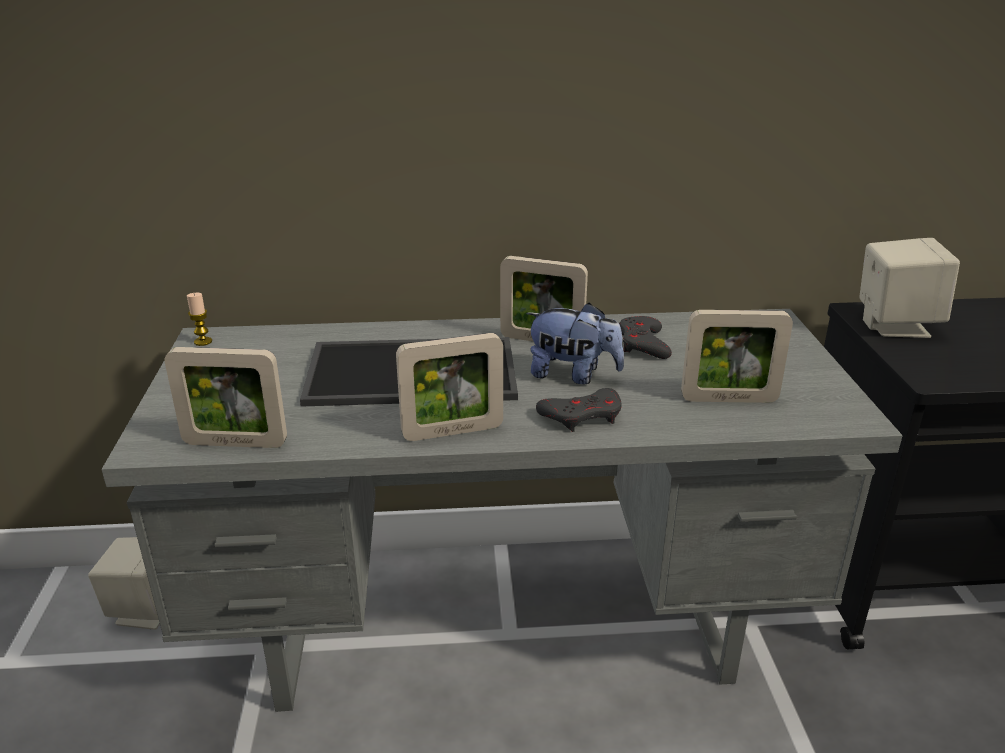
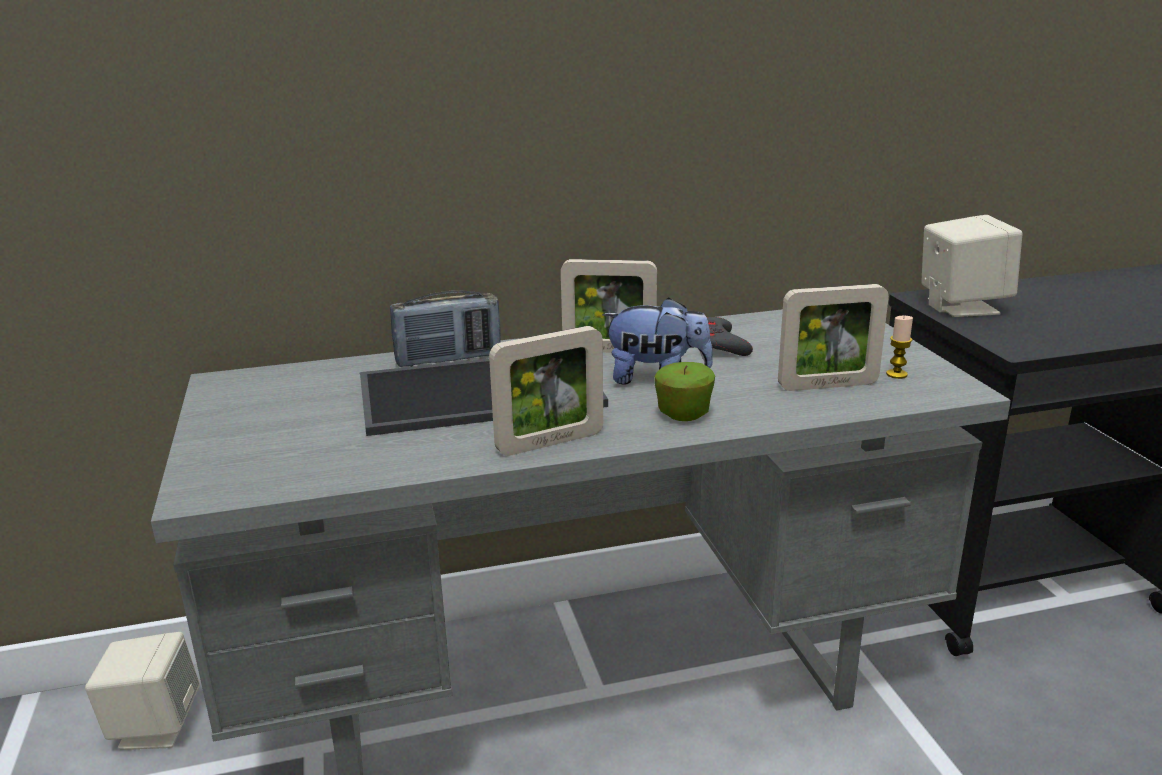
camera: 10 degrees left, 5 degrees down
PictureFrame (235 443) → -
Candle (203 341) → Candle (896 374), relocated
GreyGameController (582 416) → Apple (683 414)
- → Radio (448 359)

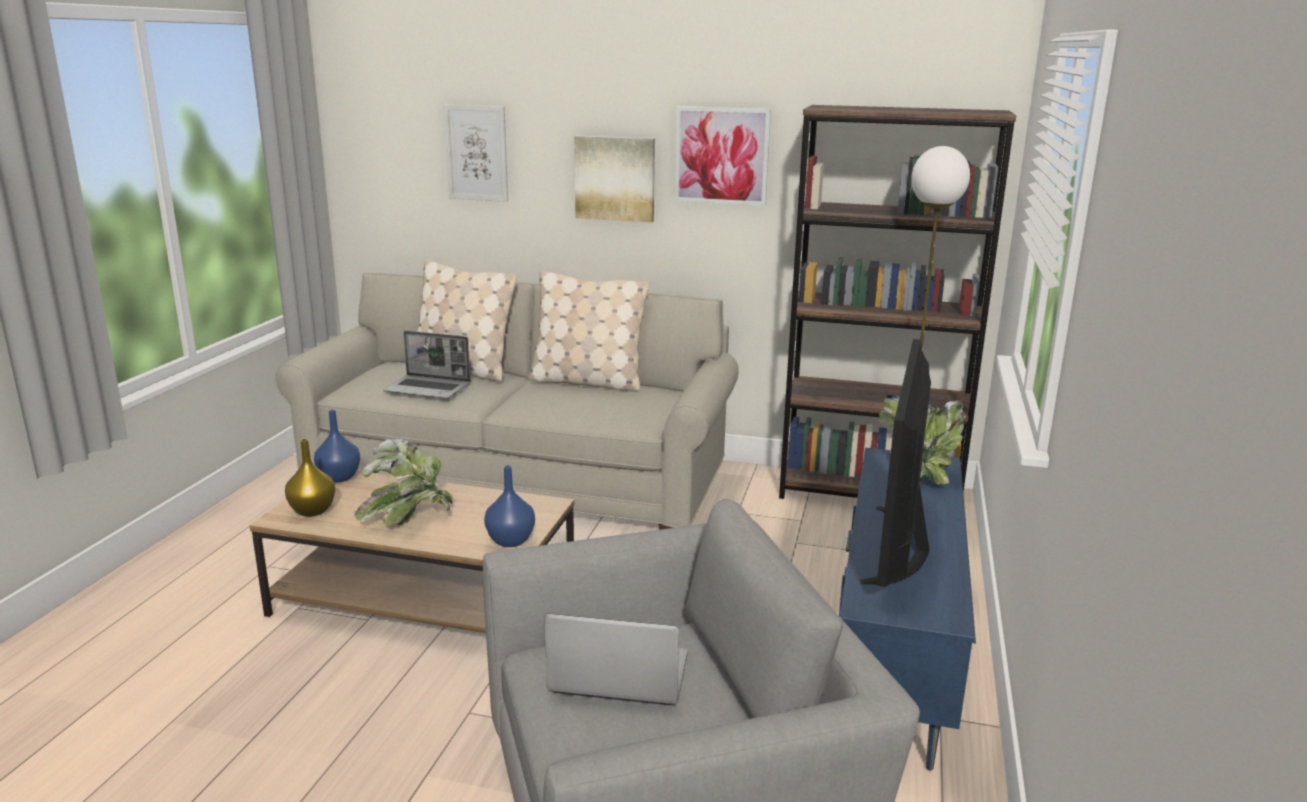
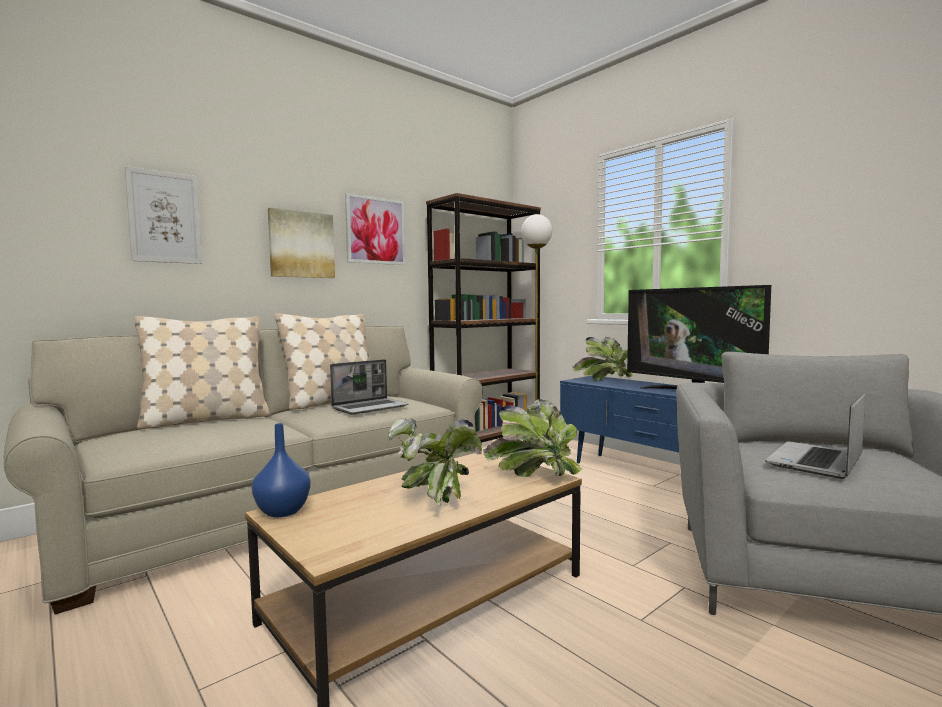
camera: 55 degrees left, 15 degrees down
YellowVase (313 510) → -
Laptop (429 389) → Laptop (370 407), relocated
BlueVase (509 541) → PottedPlant (533 475)

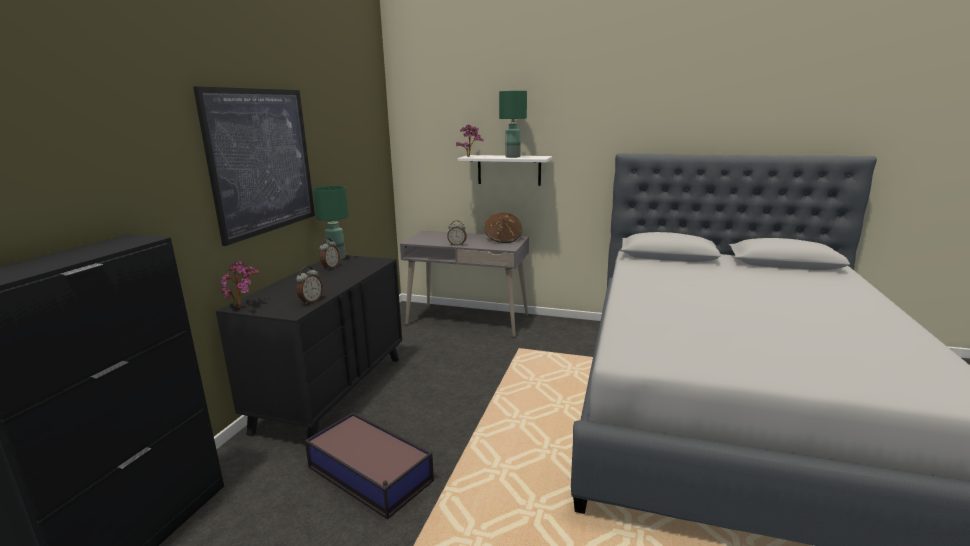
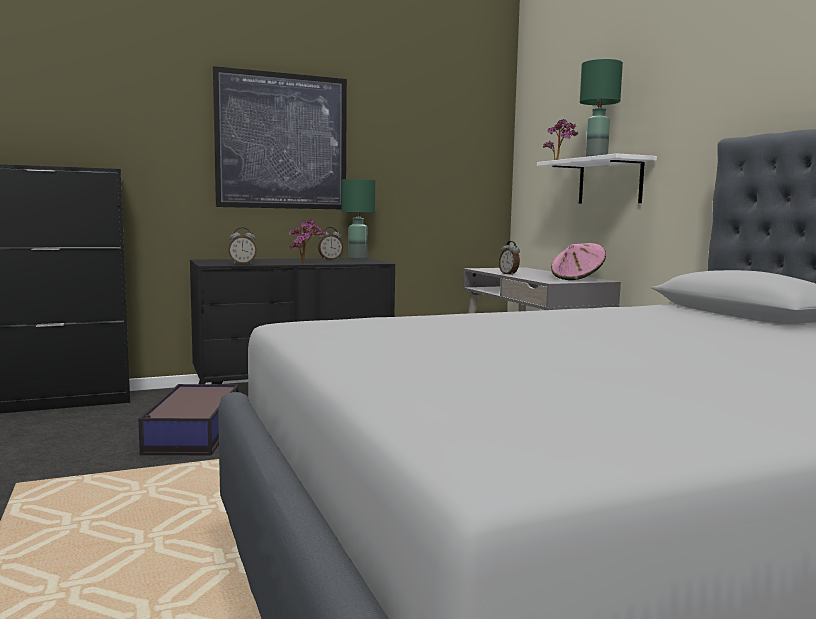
camera: 50 degrees right, 10 degrees down
PottedPlant (243 307) → PottedPlant (306 263), relocated
BrownHat (503 239) → PinkHat (577 278)

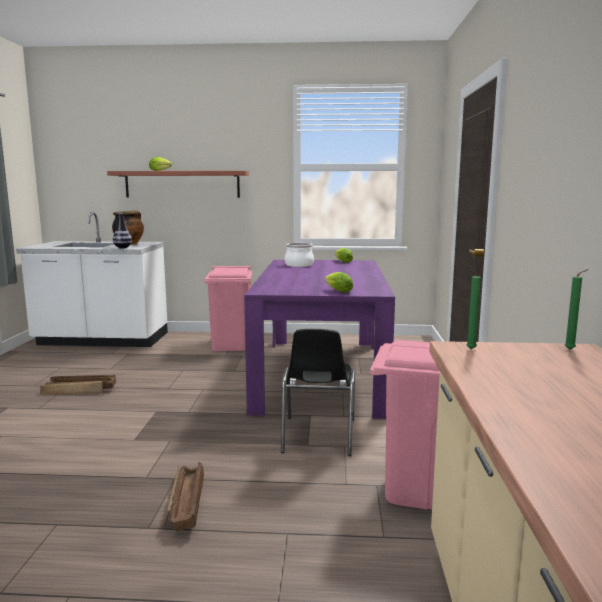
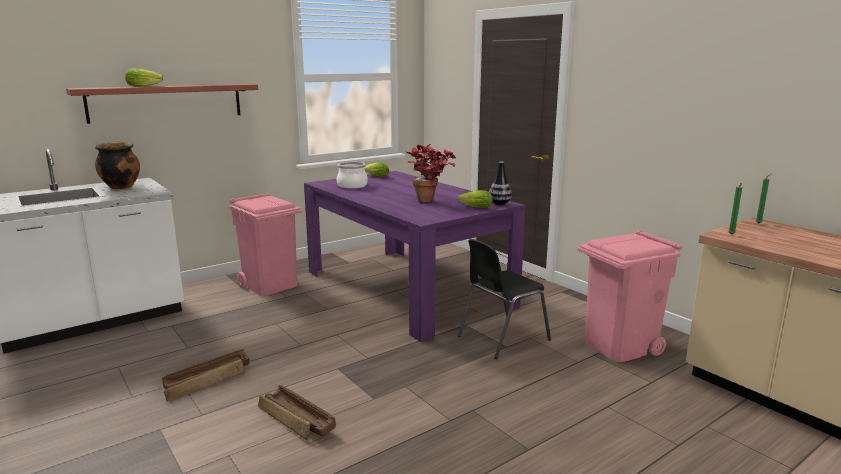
camera: 40 degrees left, 5 degrees up
Vase (123 248) → Vase (499 204), relocated
Crate (185 504) → Crate (296 420), relocated
BlackChair (317 436) → BlackChair (501 338), 90 degrees clockwise
- → PottedPlant (430 202)

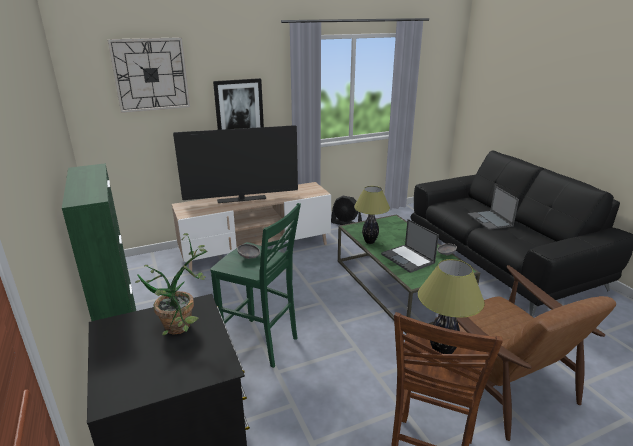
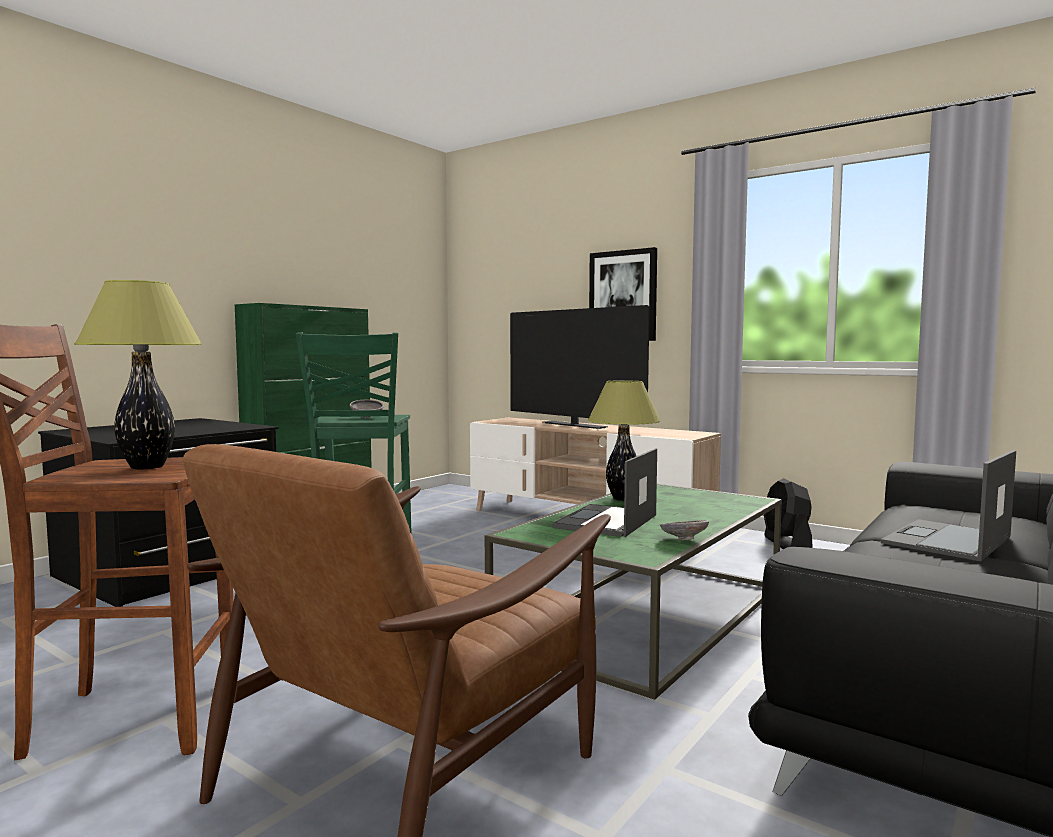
camera: 60 degrees right, 20 degrees down
WallClock (151 75) → -
PottedPlant (184 327) → -

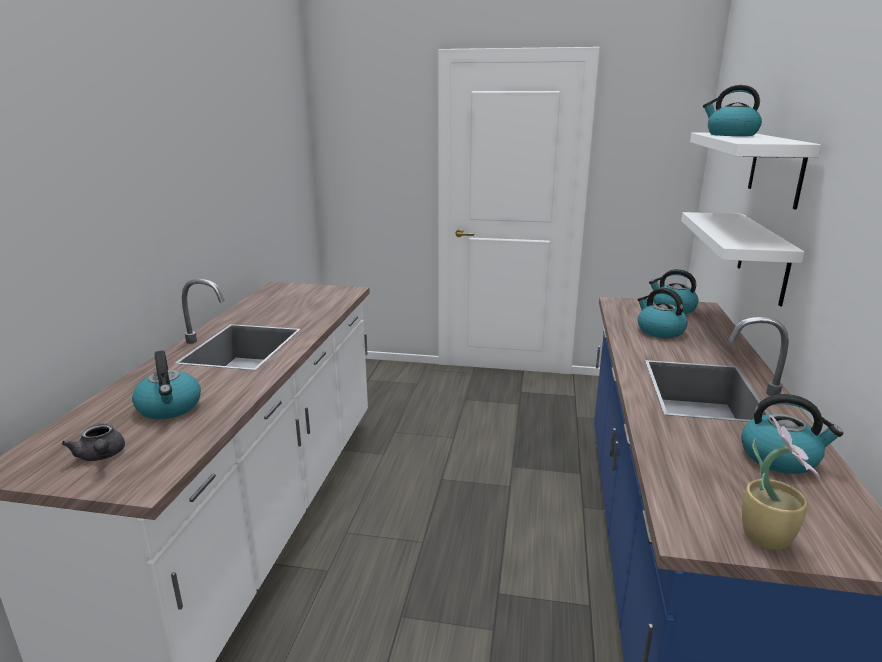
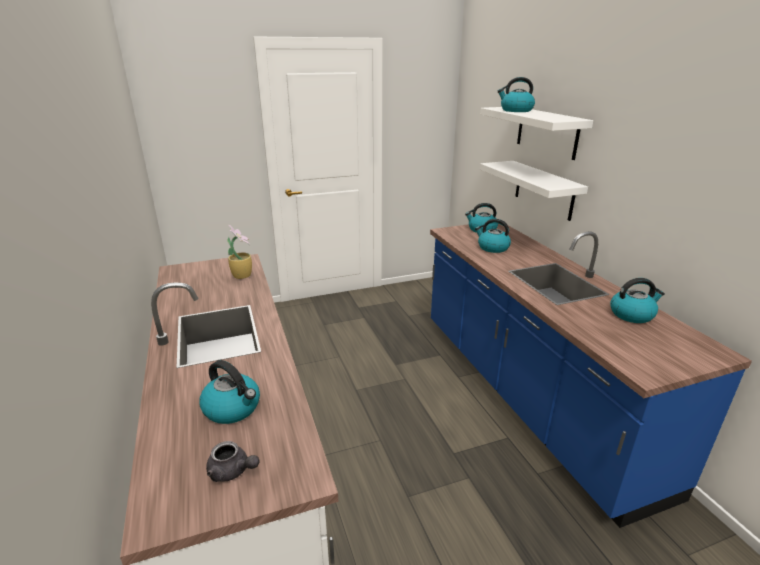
camera: 30 degrees left, 5 degrees up
PottedPlant (766 535) → PottedPlant (242 275), relocated

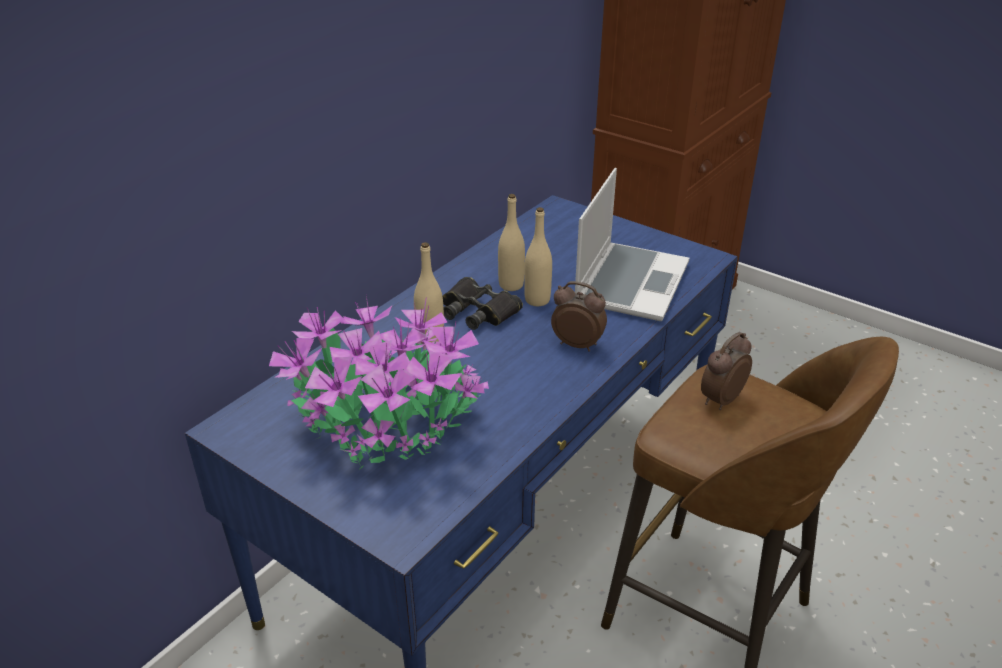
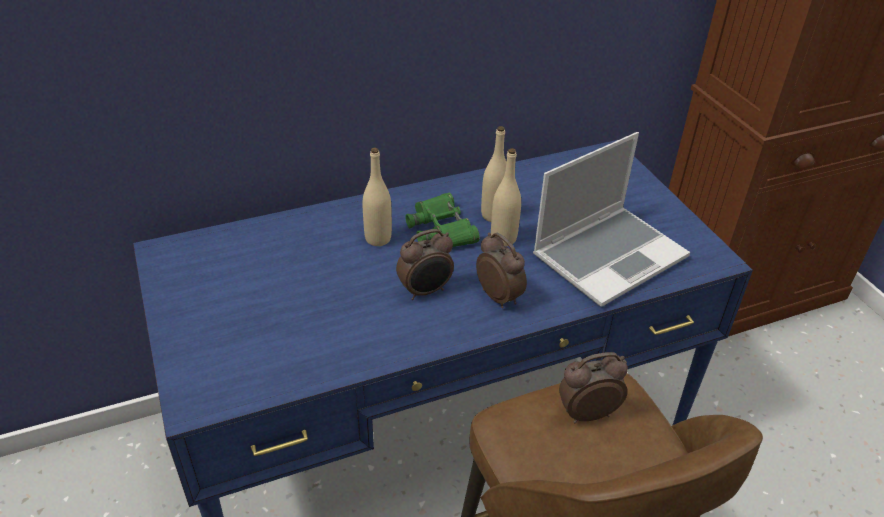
camera: 30 degrees right, 5 degrees up
PottedPlant (388 426) → -
BlackBinoculars (478 311) → GreenBinoculars (441 229)
- → AlarmClock (425 291)

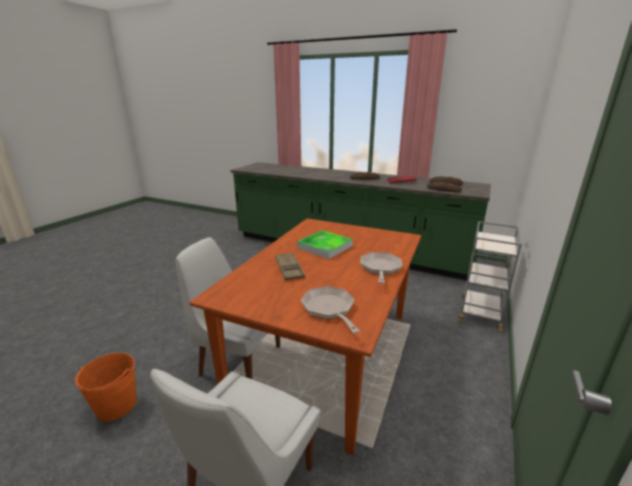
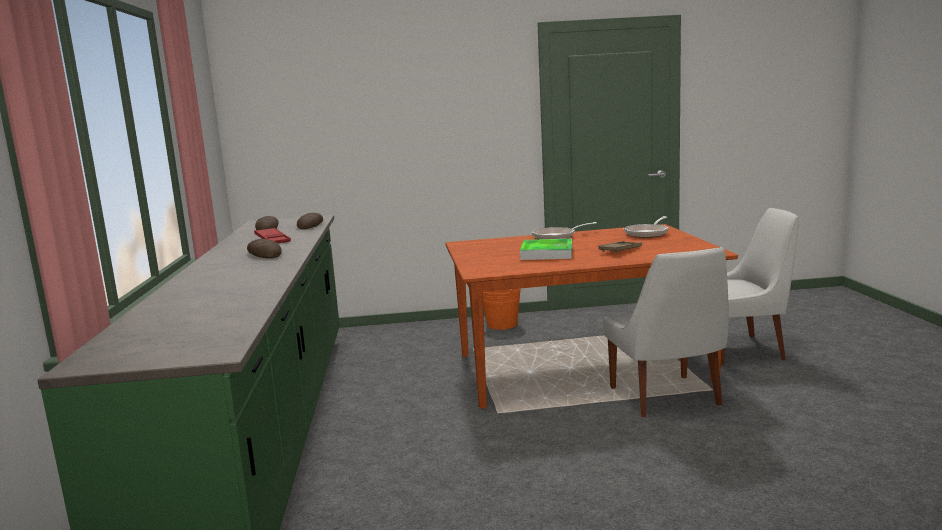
camera: 120 degrees left, 10 degrees down
OrangeBucket (116 406) → OrangeBucket (502 324), relocated
GreyCart (480 313) → -

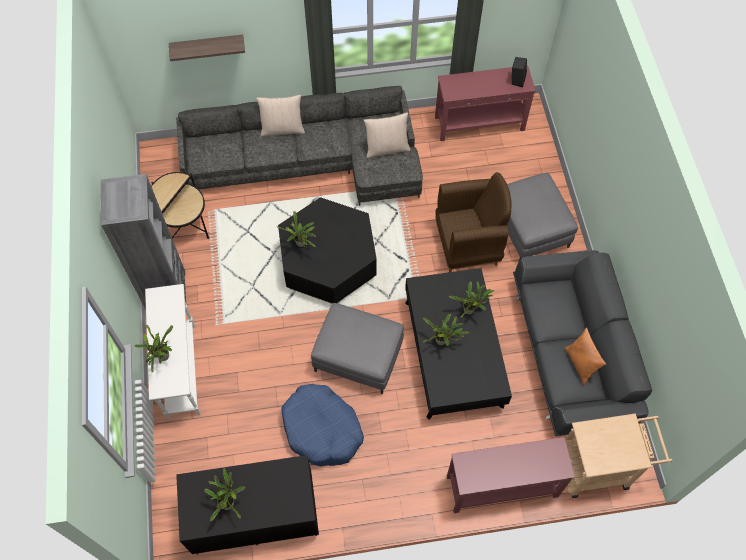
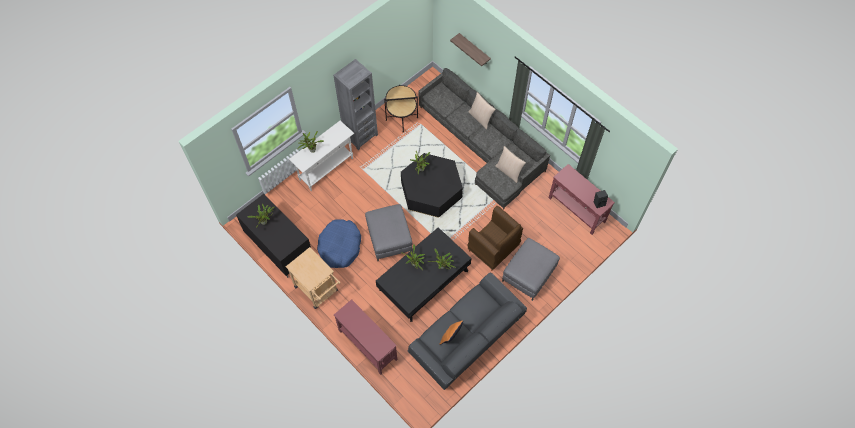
camera: 55 degrees right, 0 degrees up
BeigeCart (600 467) → BeigeCart (318 291), relocated

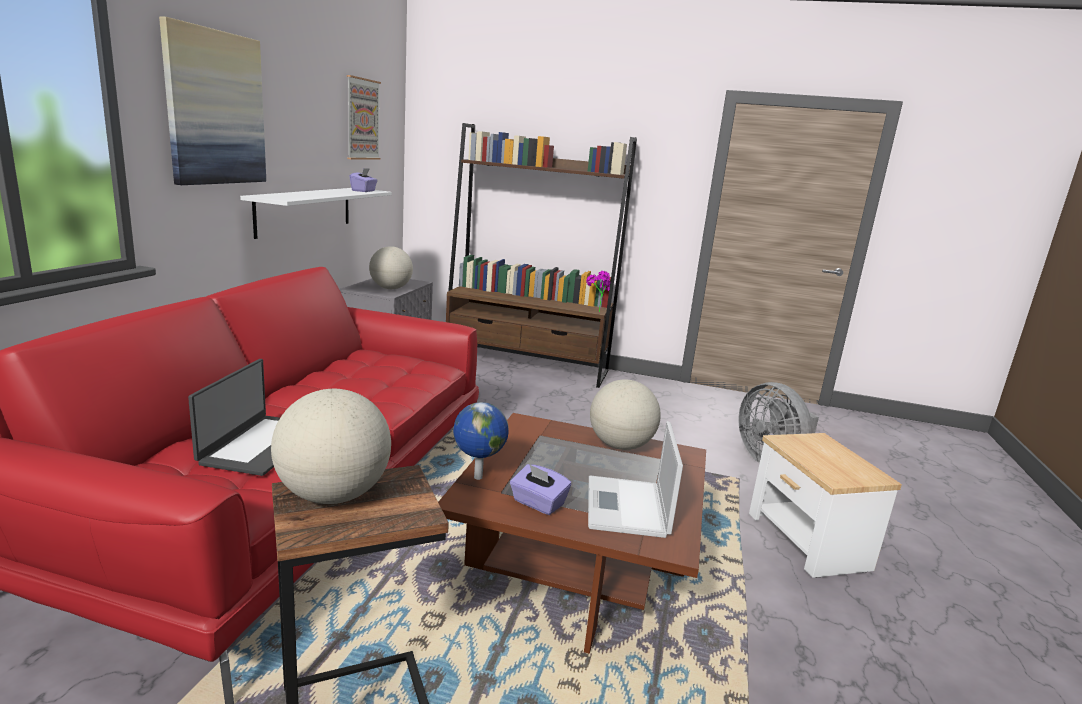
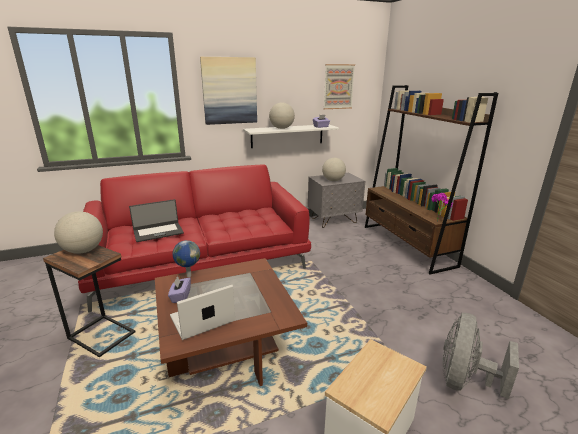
camera: 55 degrees right, 5 degrees up
Globe (620 446) → Globe (281 128), relocated

